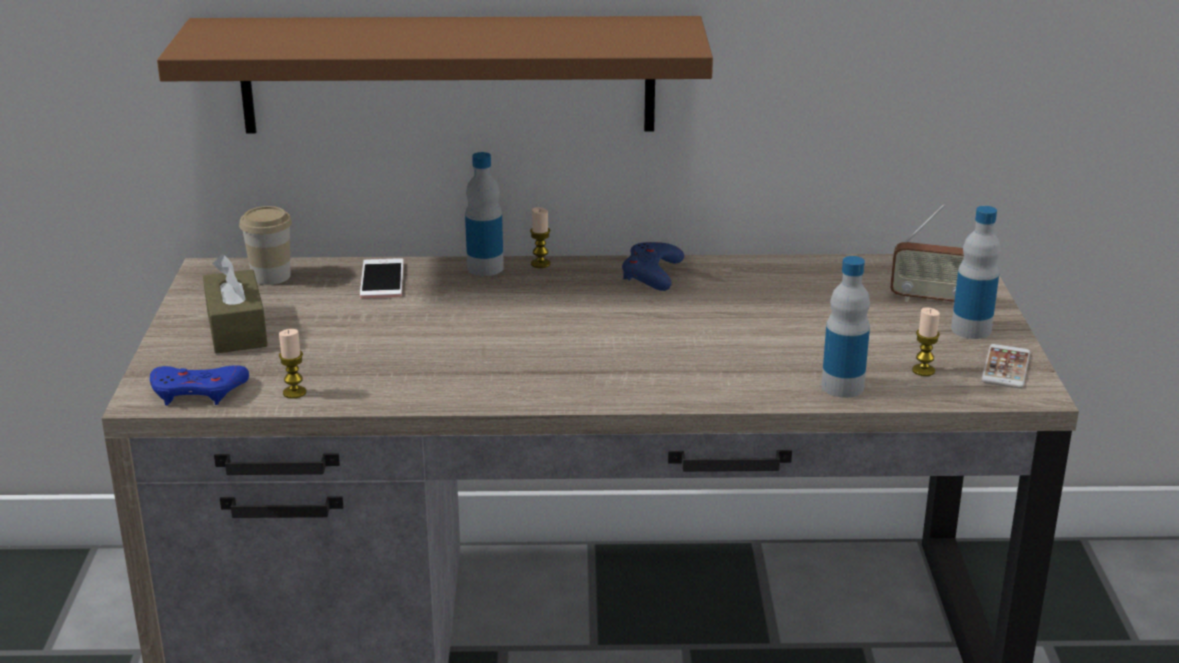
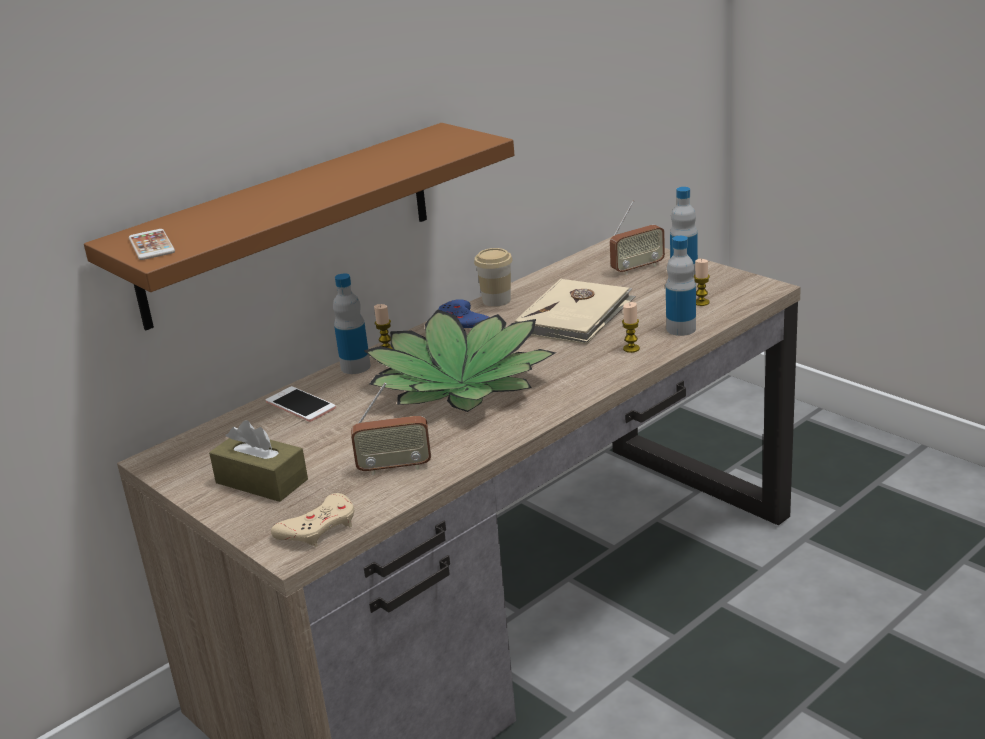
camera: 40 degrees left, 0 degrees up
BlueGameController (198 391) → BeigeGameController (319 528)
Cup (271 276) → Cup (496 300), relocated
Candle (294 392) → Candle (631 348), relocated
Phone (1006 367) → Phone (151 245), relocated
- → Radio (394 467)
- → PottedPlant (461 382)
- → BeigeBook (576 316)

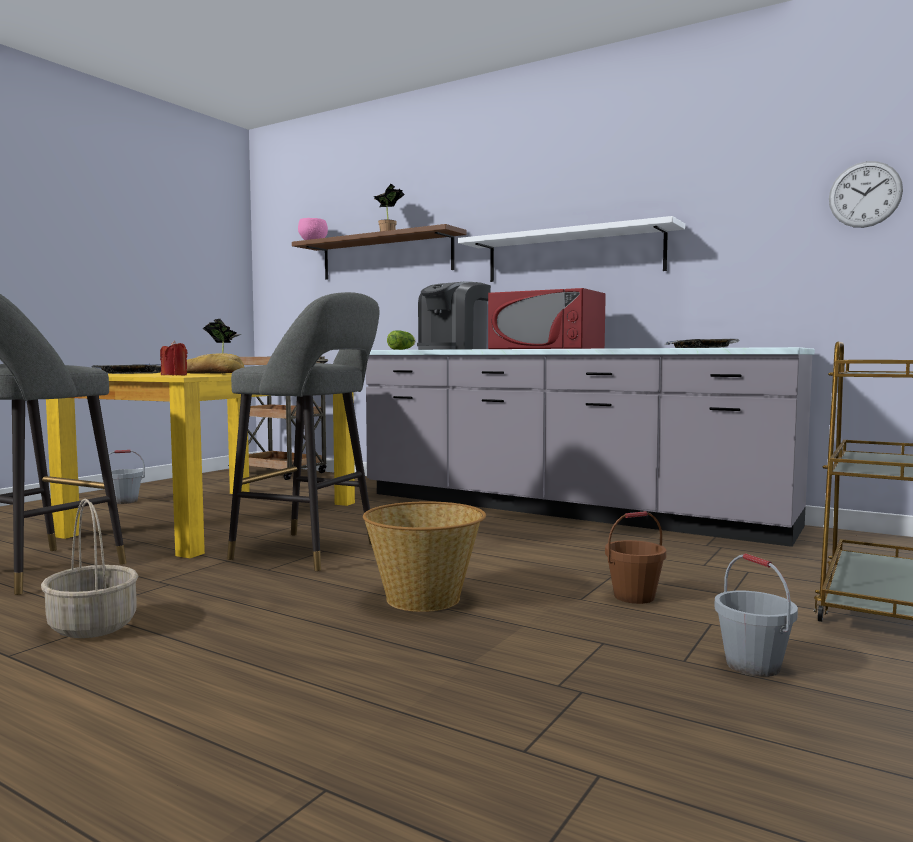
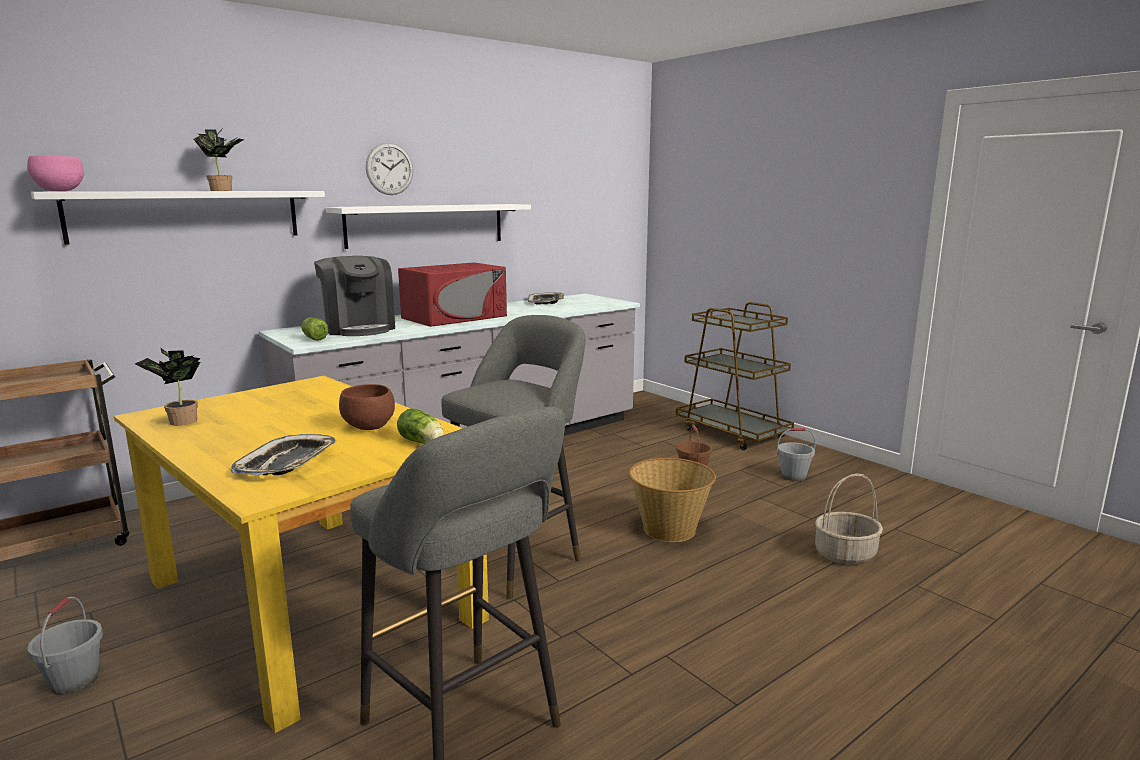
camera: 70 degrees left, 10 degrees up
Basket (91 626) → Basket (845 554), relocated
RedCandle (174 375) → Lettuce (423 442)
Bread (213 374) → BrownBowl (370 427)
BrownShelf (386 256) → WhiteShelf (187 215)
WallClock (865 194) → WallClock (389 169), relocated

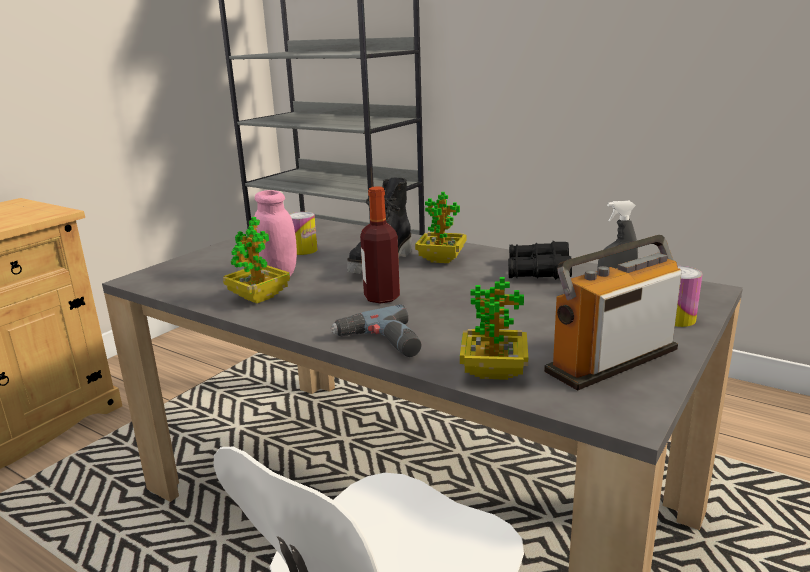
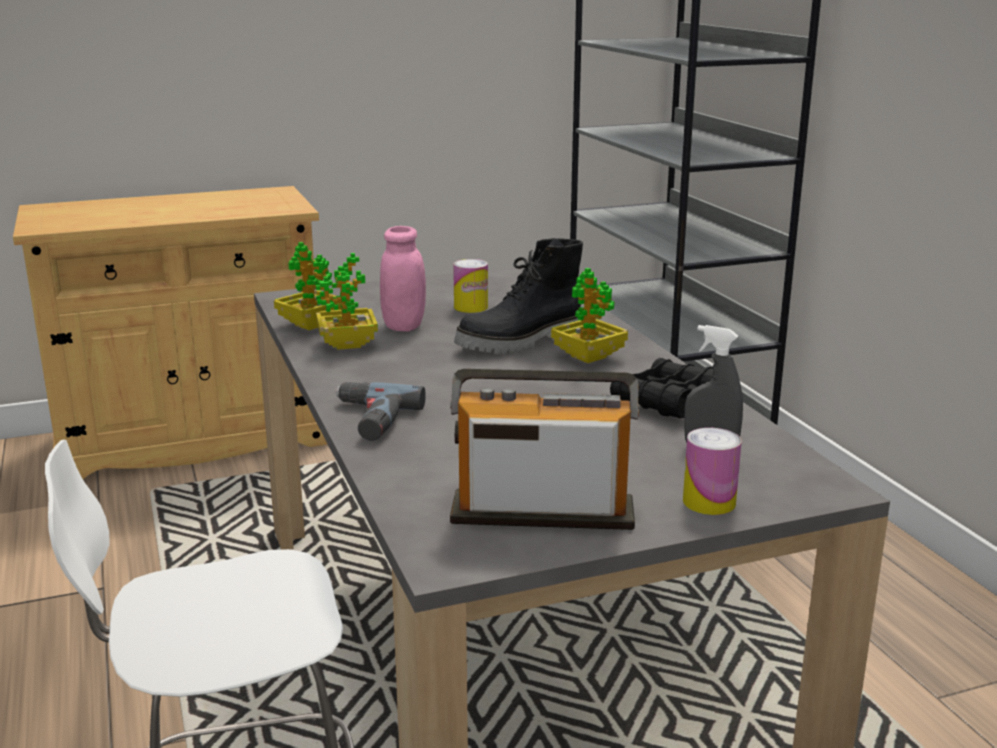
camera: 35 degrees right, 0 degrees up
Bottle (381 297) → -
PottedPlant (493 372) → PottedPlant (311 325), relocated

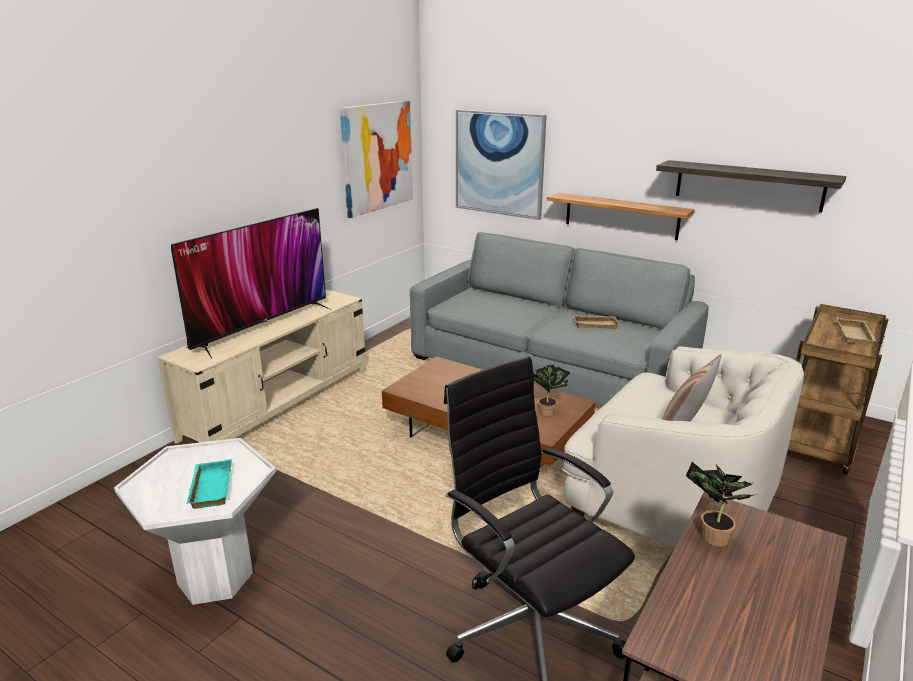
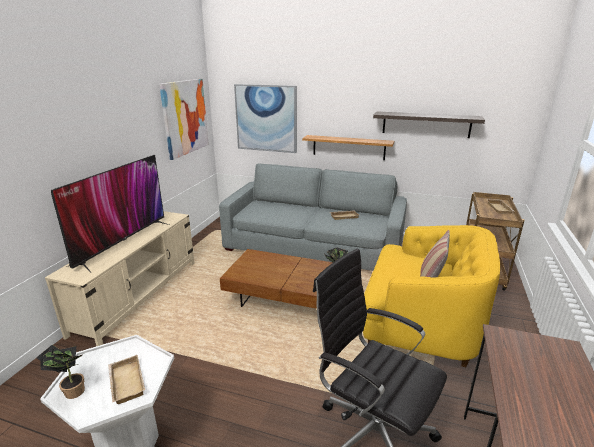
camera: 15 degrees left, 0 degrees up
TurquoiseTray (209 488) → BeigeTray (125 382)
WhiteArmchair (672 502) → YellowArmchair (420 324)
PottedPlant (710 536) → PottedPlant (71 391), relocated

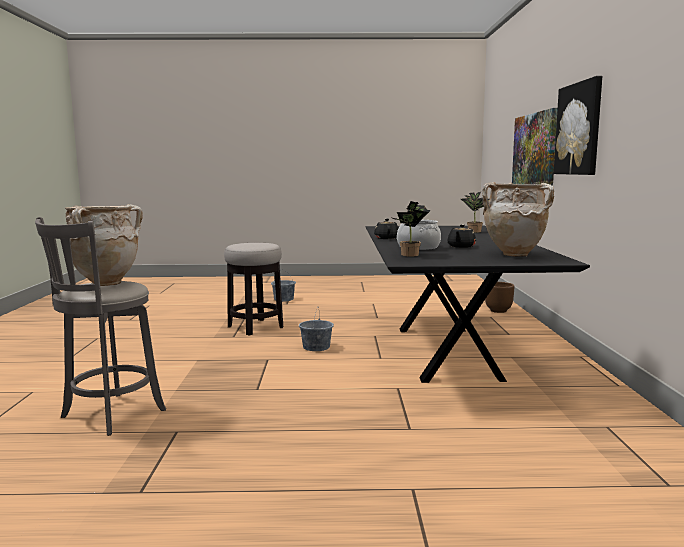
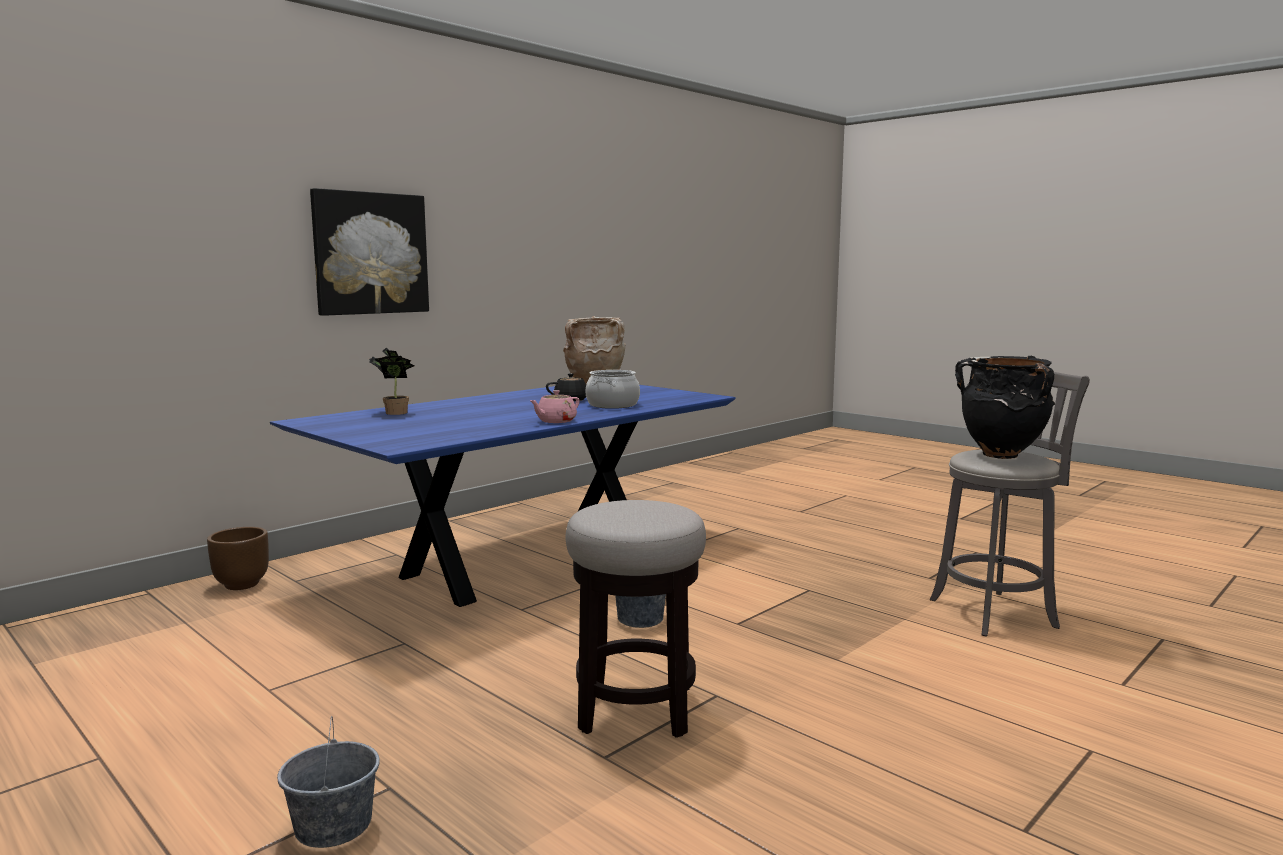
camera: 135 degrees left, 0 degrees up
BeigeVase (104 284) → BlackVase (1003 455)
BlackDiningTable (445 351) → BlueDiningTable (527 561)
BlackTeapot (386 238) → PinkTeapot (555 421)
PottedPlant (410 255) → -
Picture (534 150) → -

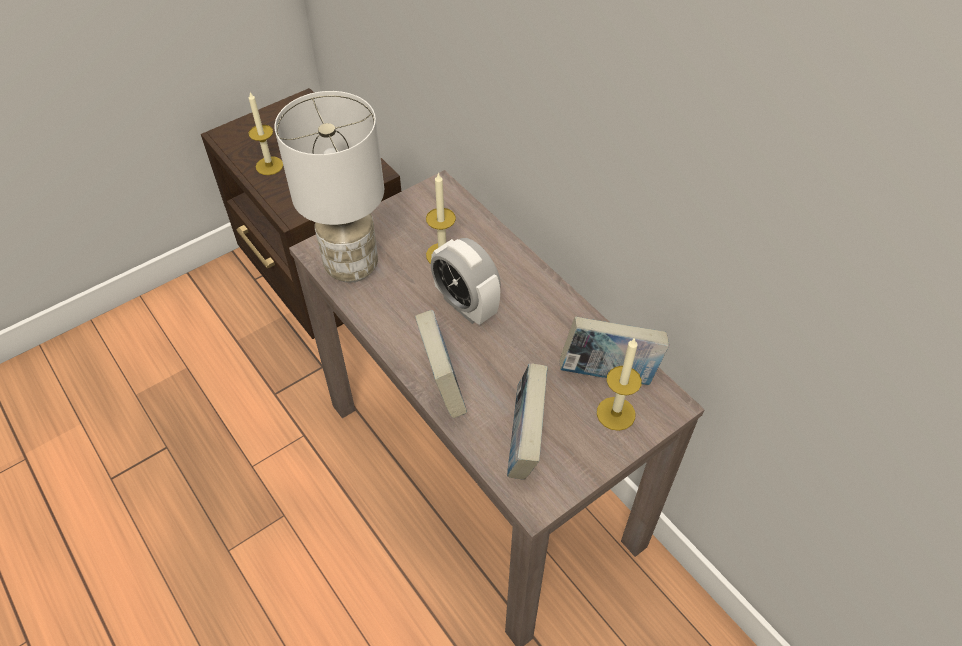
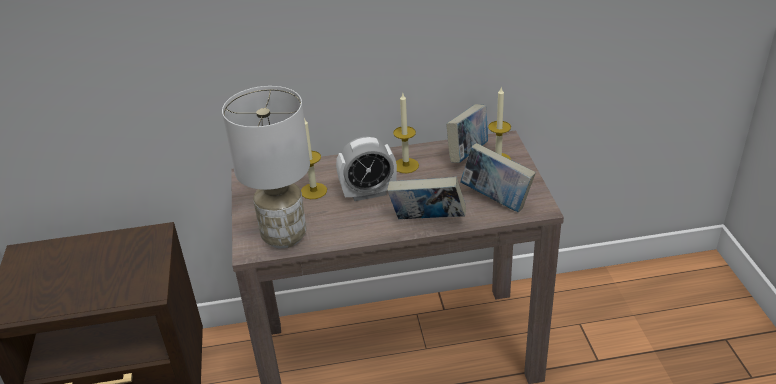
camera: 60 degrees left, 15 degrees down
Candle (269 166) → Candle (406 165), relocated

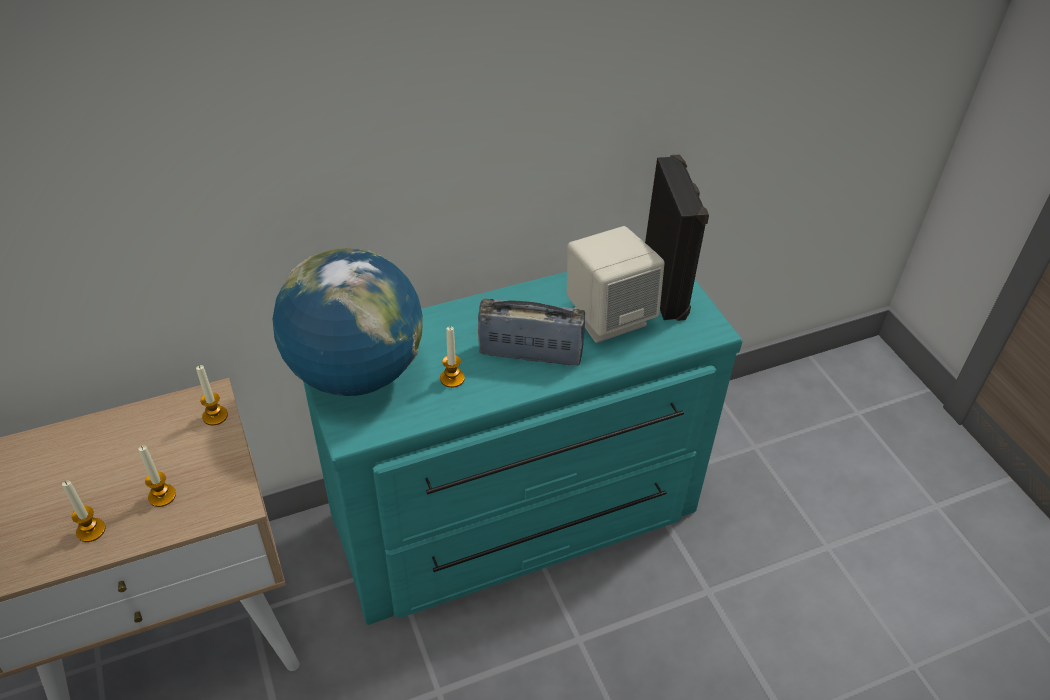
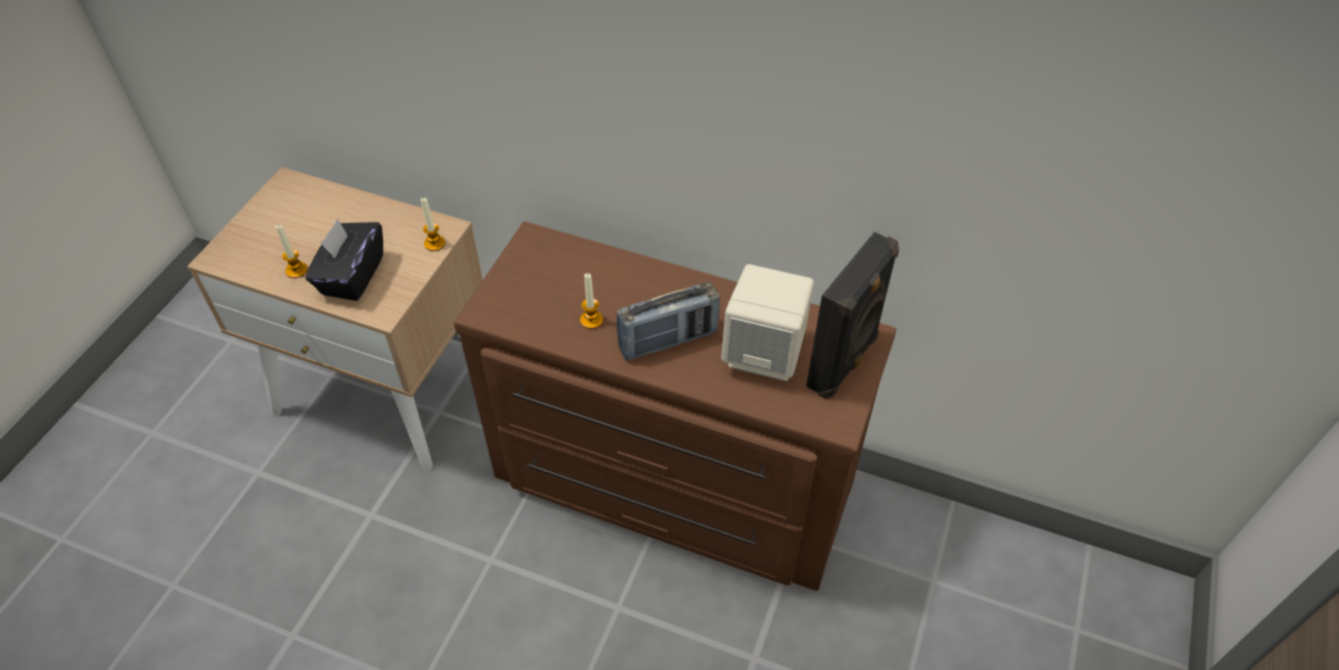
camera: 45 degrees right, 5 degrees up
Candle (162 496) → BlackTissueBox (352 276)
Globe (356 373) → -
TurquoiseDresser (519 520) → BrownDresser (670 486)
Radio (530 354) → Radio (668 340), 105 degrees clockwise

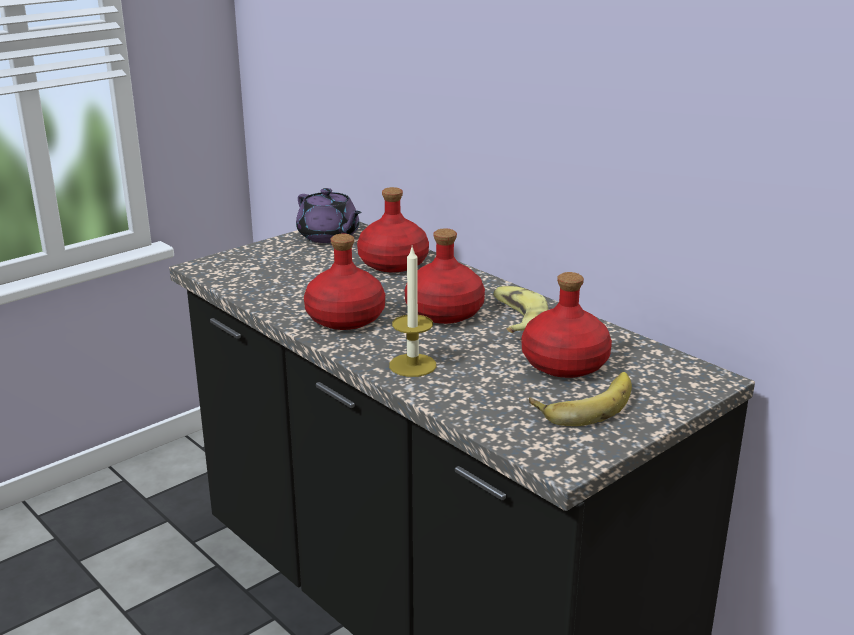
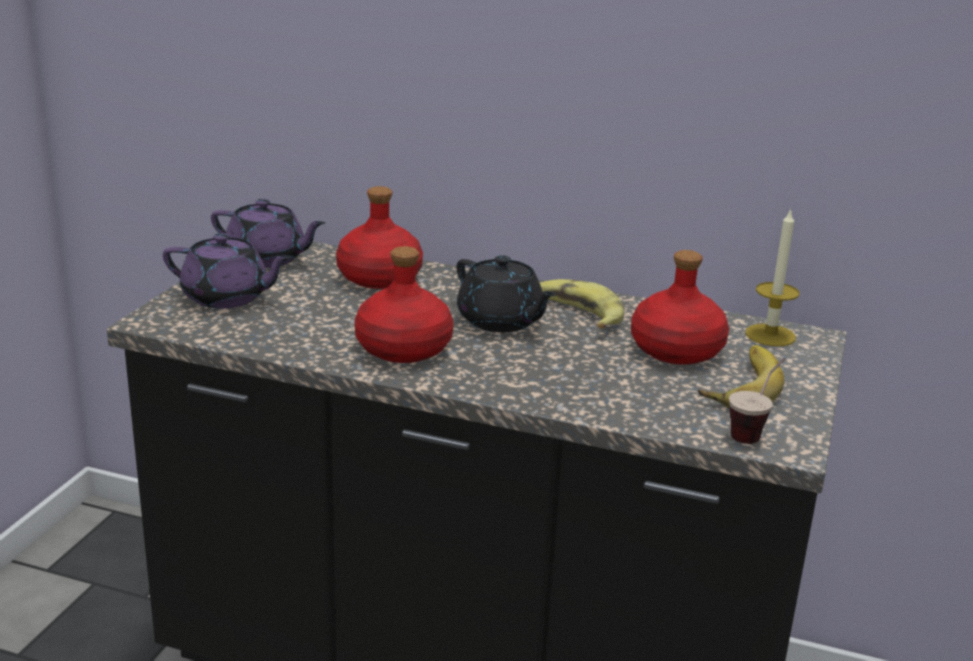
camera: 30 degrees left, 0 degrees up
Candle (412 365) → Candle (770 335), relocated
RedBottle (445 312) → BlackTeapot (501 321)
- → PurpleTeapot (227 298)
- → Cup (754 431)

